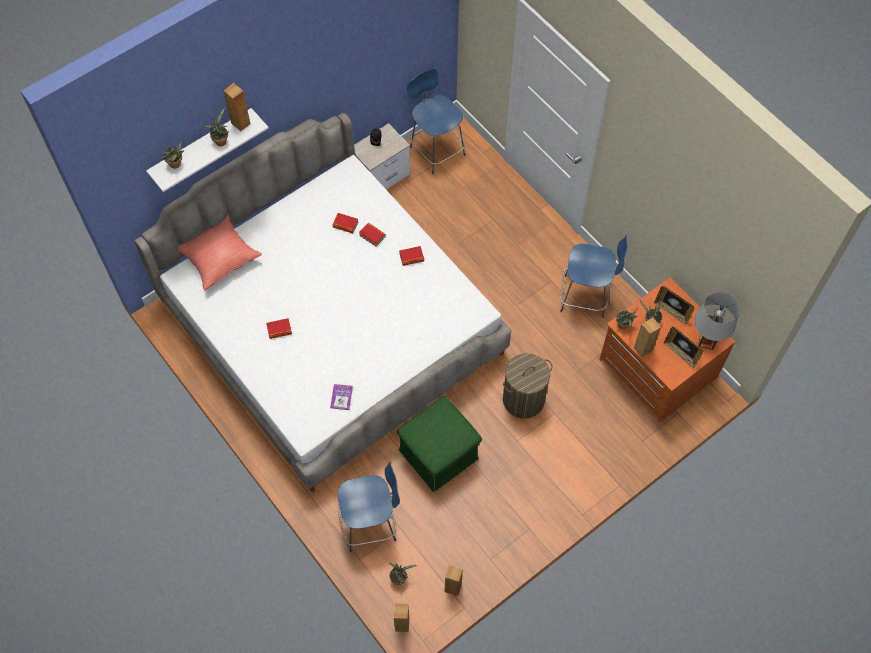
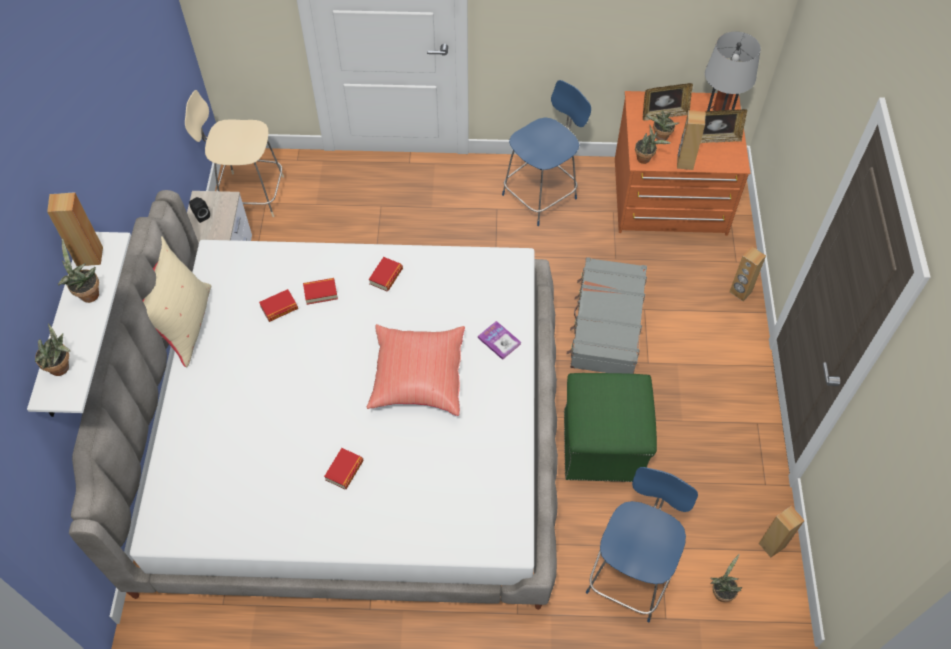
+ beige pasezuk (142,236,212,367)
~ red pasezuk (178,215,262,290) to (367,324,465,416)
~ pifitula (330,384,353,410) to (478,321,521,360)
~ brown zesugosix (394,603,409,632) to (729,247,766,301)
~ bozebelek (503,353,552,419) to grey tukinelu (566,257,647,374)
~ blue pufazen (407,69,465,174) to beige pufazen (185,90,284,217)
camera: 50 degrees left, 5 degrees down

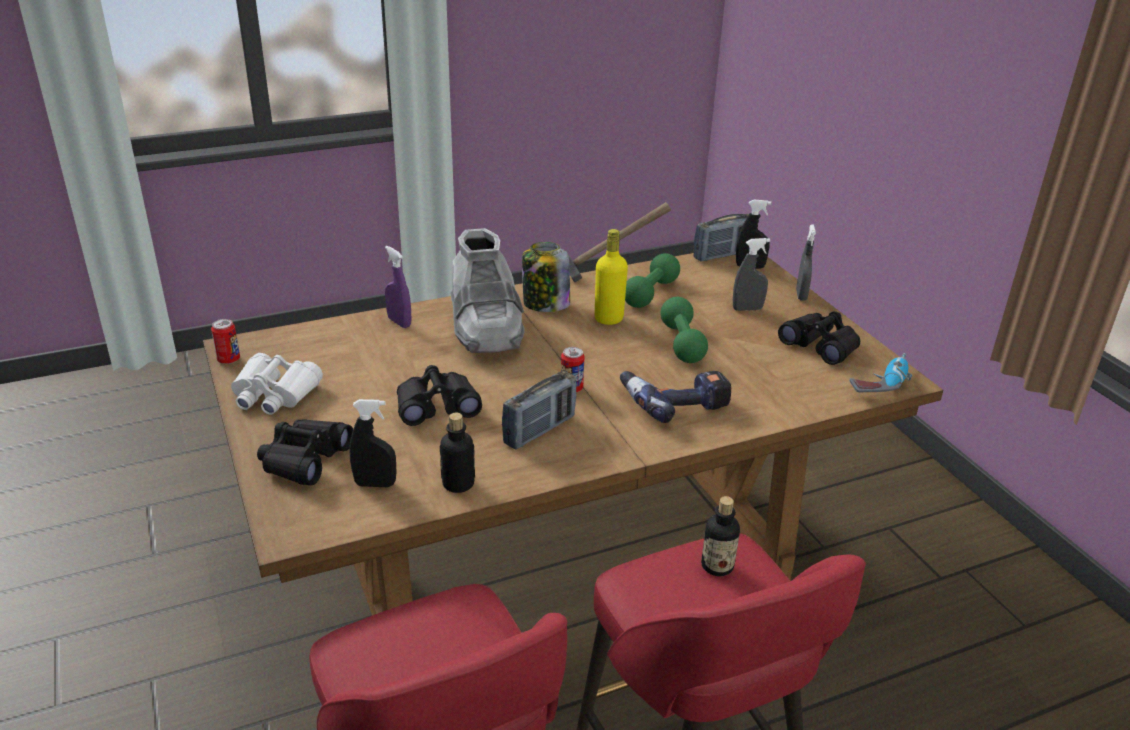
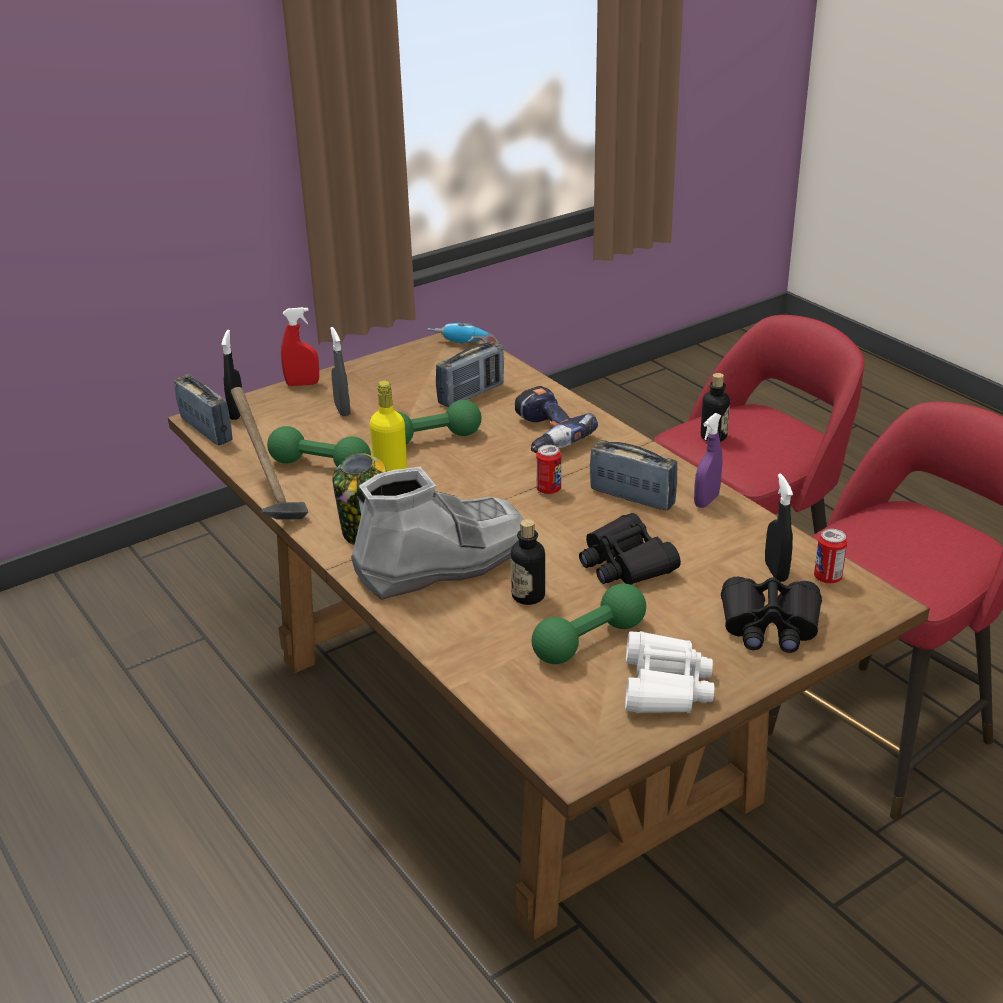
- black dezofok (778,311,860,365)
+ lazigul (436,341,504,407)
+ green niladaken (532,584,646,664)
~ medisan (211,319,240,364) to (814,529,847,584)
~ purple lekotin (385,246,412,328) to (694,413,722,508)
~ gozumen (440,413,475,493) to (511,519,545,605)
~ grey lekotin (796,224,816,301) to red lekotin (281,307,319,386)
camera: 100 degrees left, 0 degrees up

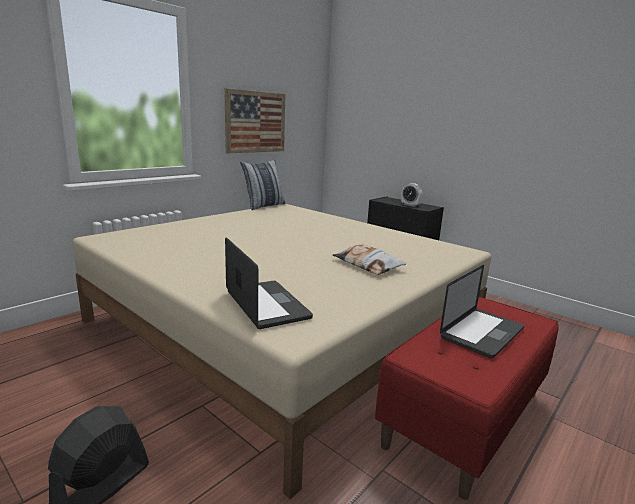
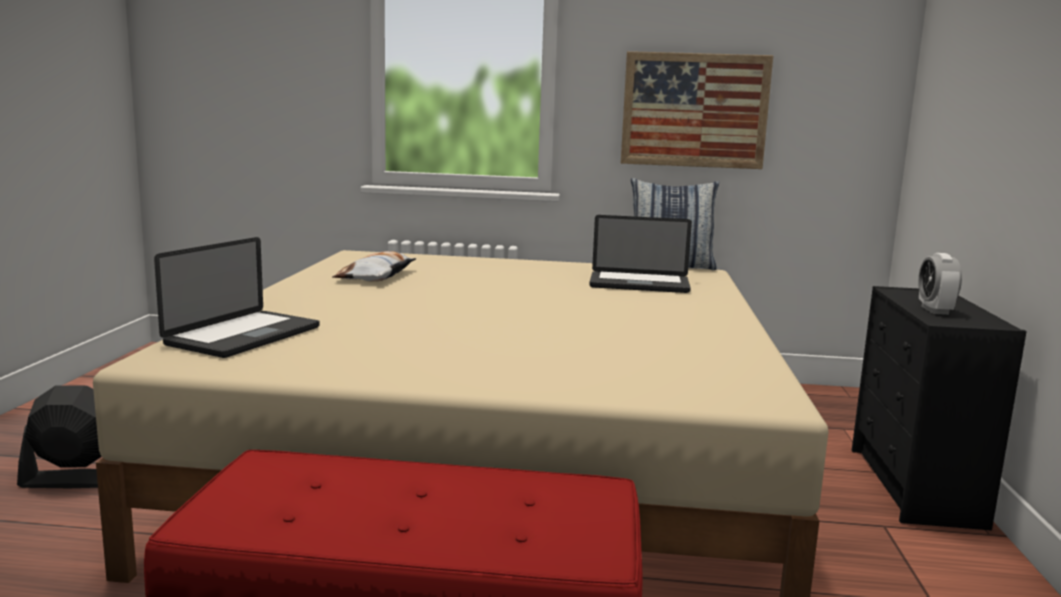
~ pasezuk (332,244,406,275) to (332,251,416,281)
~ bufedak (440,265,524,358) to (589,215,692,293)
camera: 55 degrees right, 5 degrees down

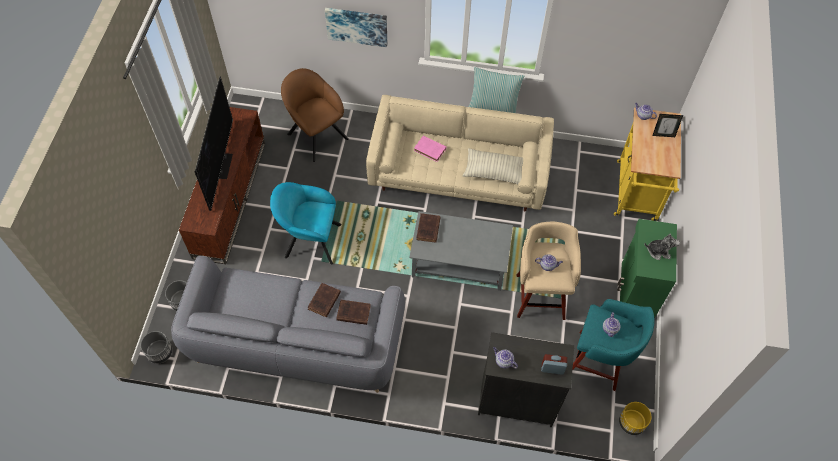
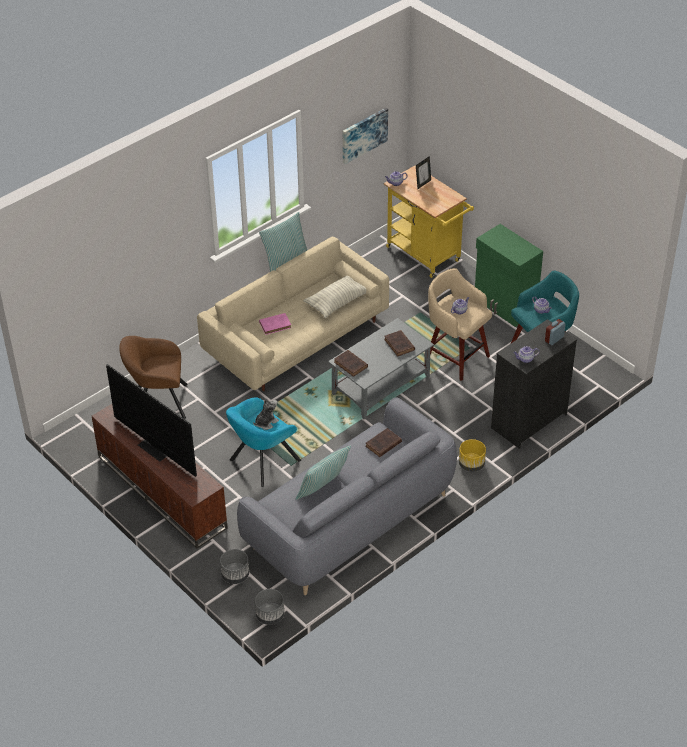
+ pasezuk (296,446,351,500)
~ brown pifitula (307,283,341,317) to (384,330,415,357)
~ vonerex (325,8,388,47) to (343,108,388,164)
~ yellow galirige (619,402,651,435) to (459,439,486,472)
~ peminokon (644,234,680,260) to (253,398,279,430)
camera: 50 degrees left, 15 degrees down

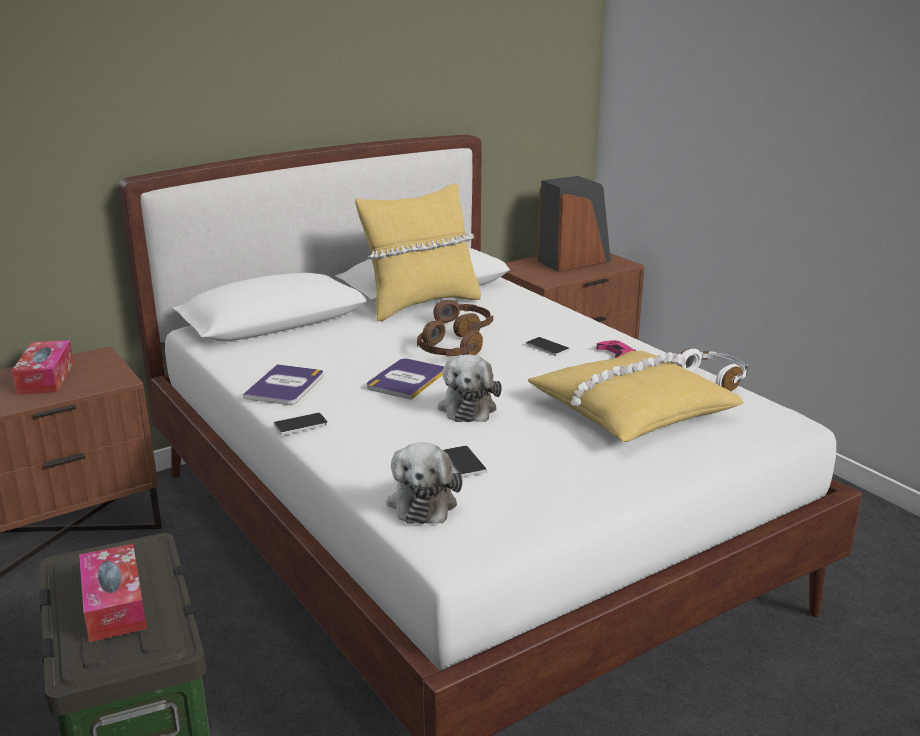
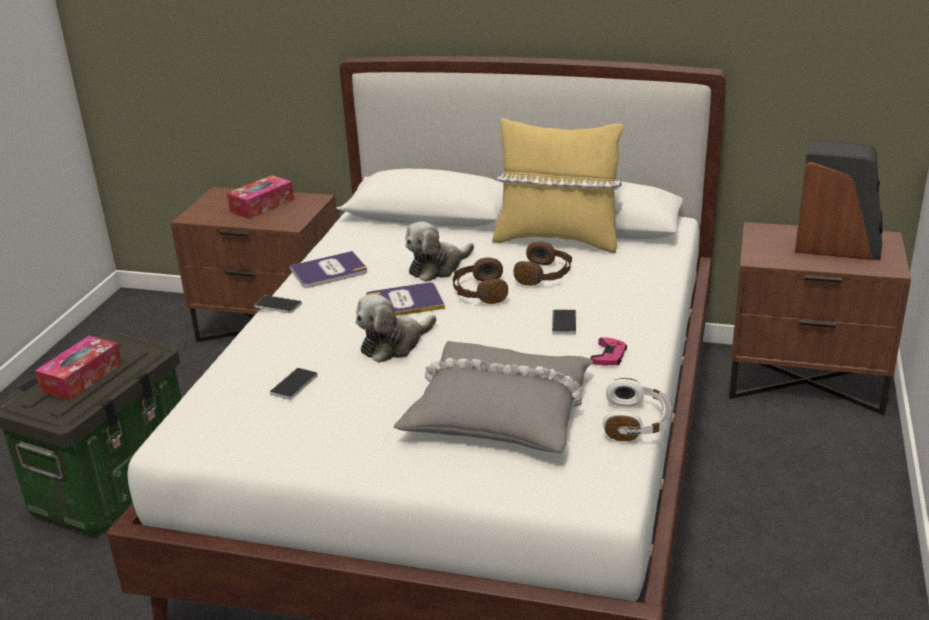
~ peminokon (387,442,462,524) to (405,222,474,282)
~ yellow pasezuk (528,351,744,442) to grey pasezuk (394,341,593,453)
camera: 50 degrees right, 5 degrees up

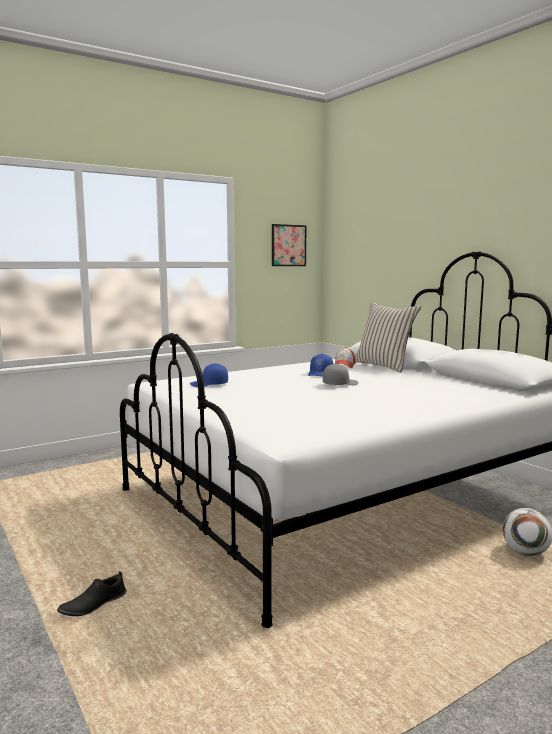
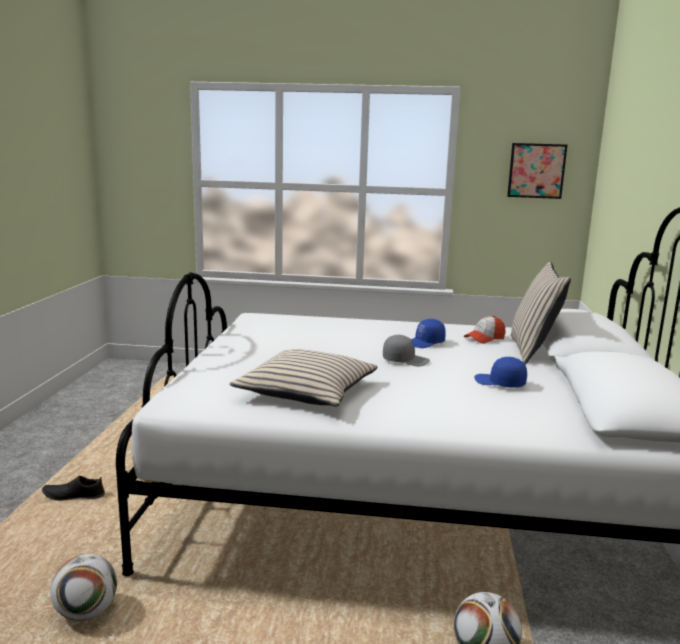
+ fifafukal (50,554,117,621)
+ beige pasezuk (230,349,377,406)
~ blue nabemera (190,363,228,387) to (474,357,527,388)
camera: 40 degrees right, 5 degrees up

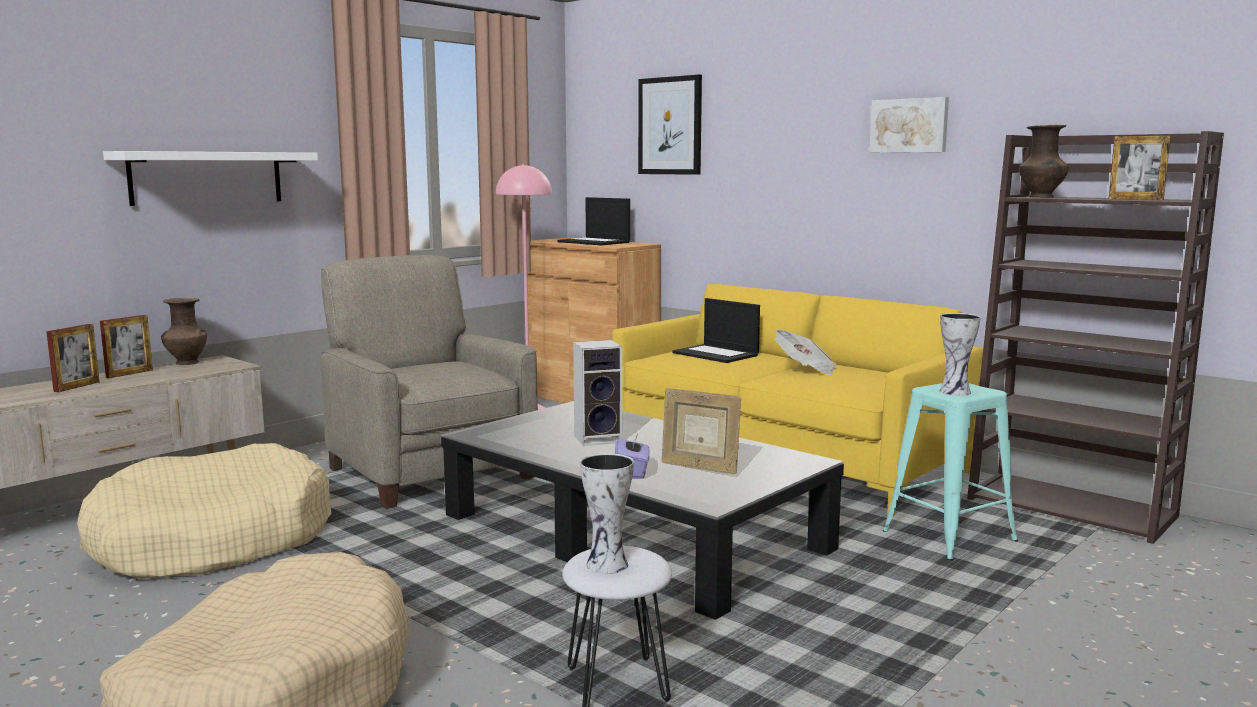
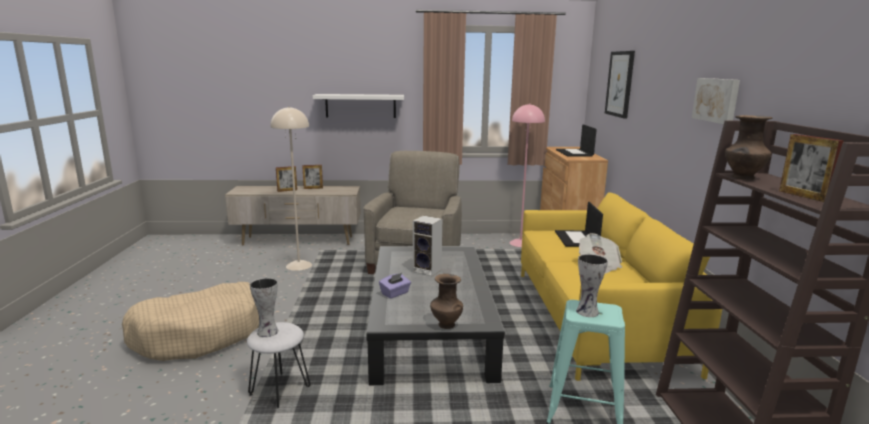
- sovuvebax (662,388,741,474)
~ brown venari (161,298,207,365) to (430,274,463,329)
~ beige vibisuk (77,443,332,579) to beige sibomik (270,106,312,271)
camera: 45 degrees right, 5 degrees up

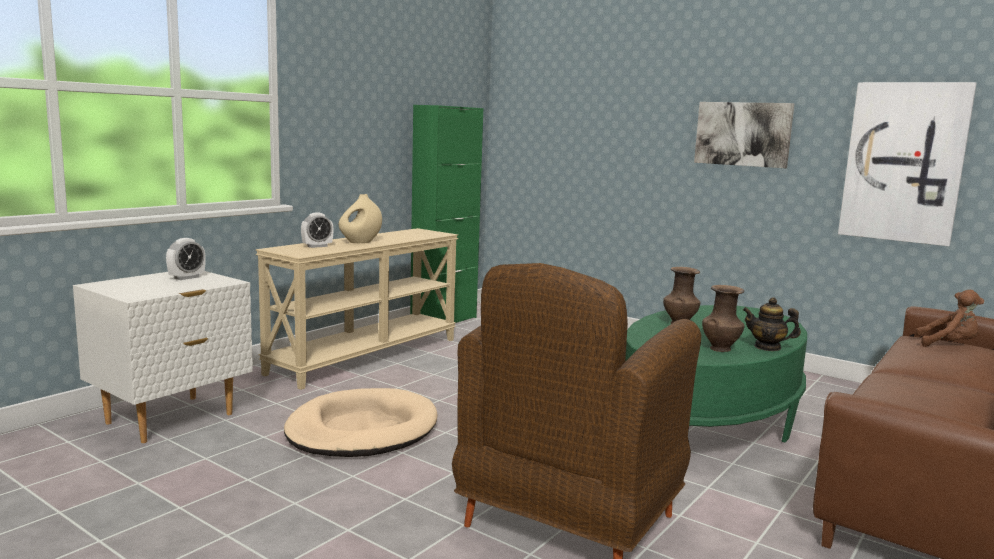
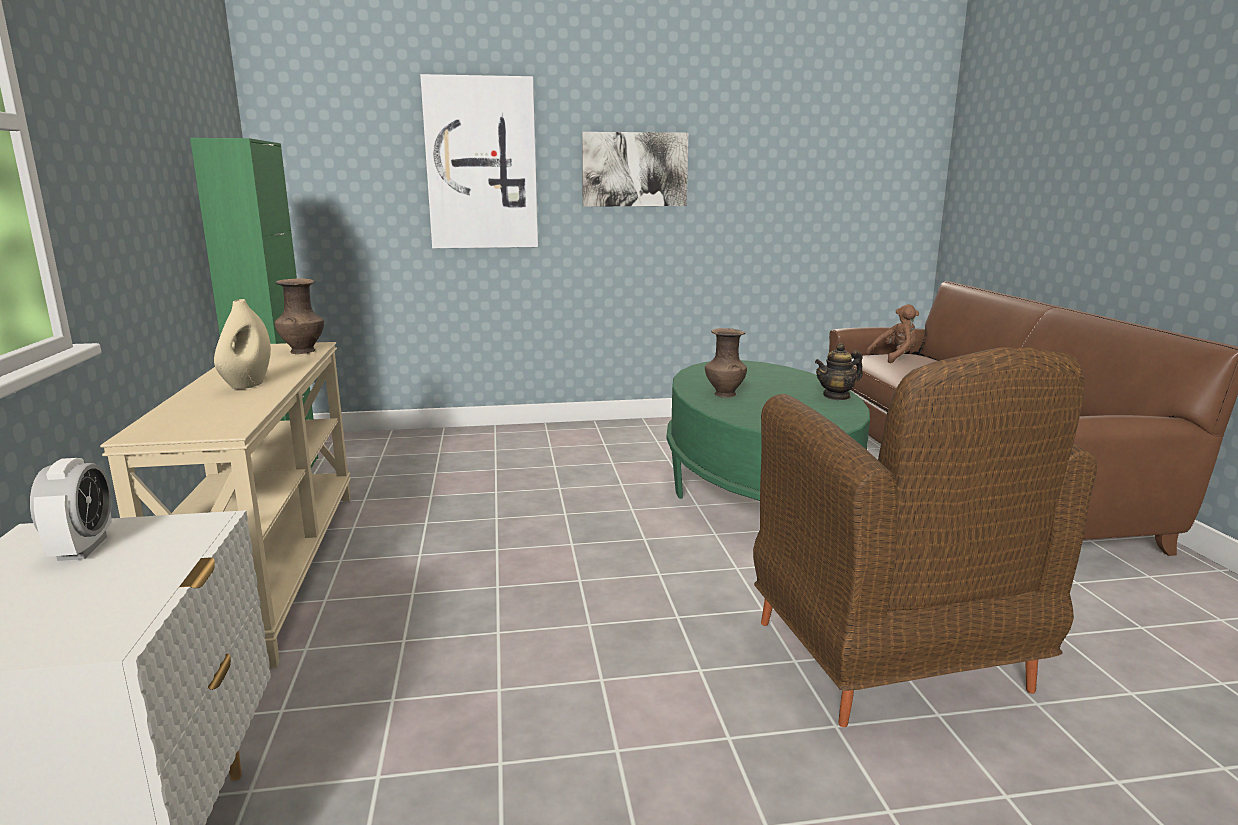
- beige vibisuk (284,388,437,457)
- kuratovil (301,212,334,248)
~ brown venari (702,285,745,352) to (275,278,324,354)
~ vonerex (838,82,977,246) to (420,74,538,248)
camera: 45 degrees left, 5 degrees up

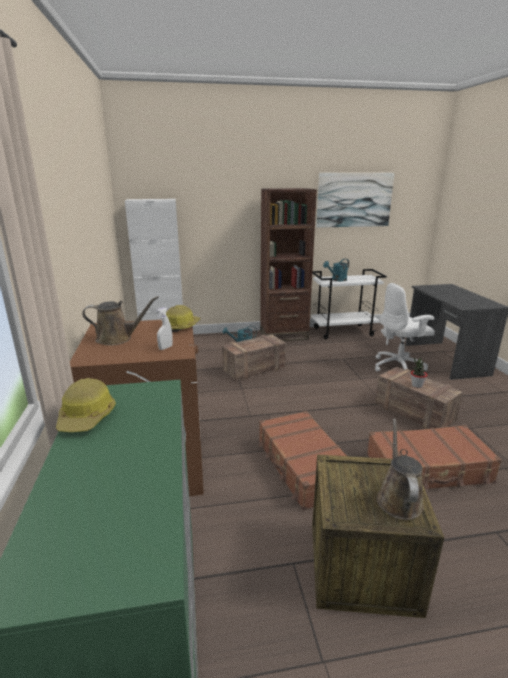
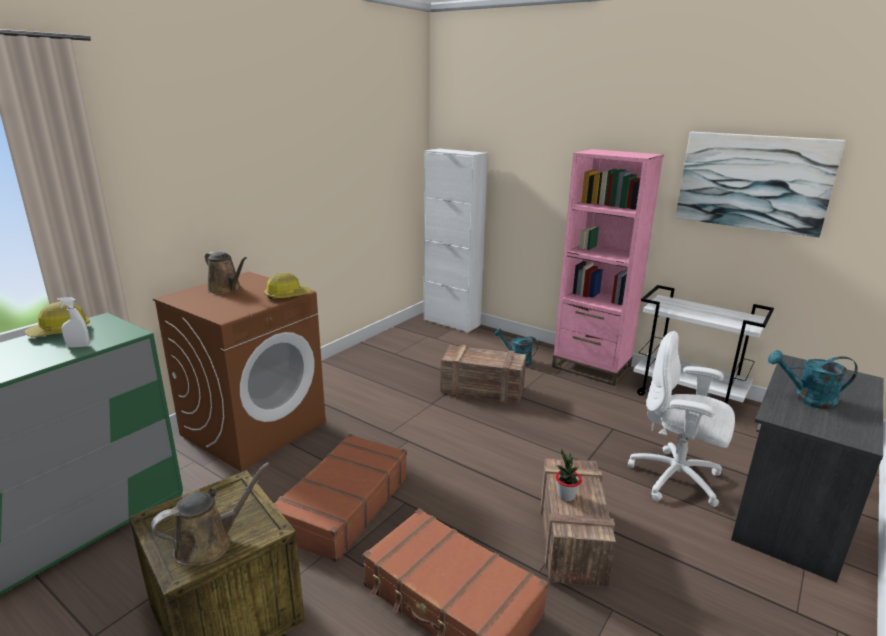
~ white lekotin (156,307,173,350) to (57,297,90,347)
~ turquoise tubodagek (323,259,349,281) to (768,350,858,409)
~ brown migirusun (260,188,317,341) to pink migirusun (552,149,664,386)
camera: 45 degrees right, 0 degrees up

